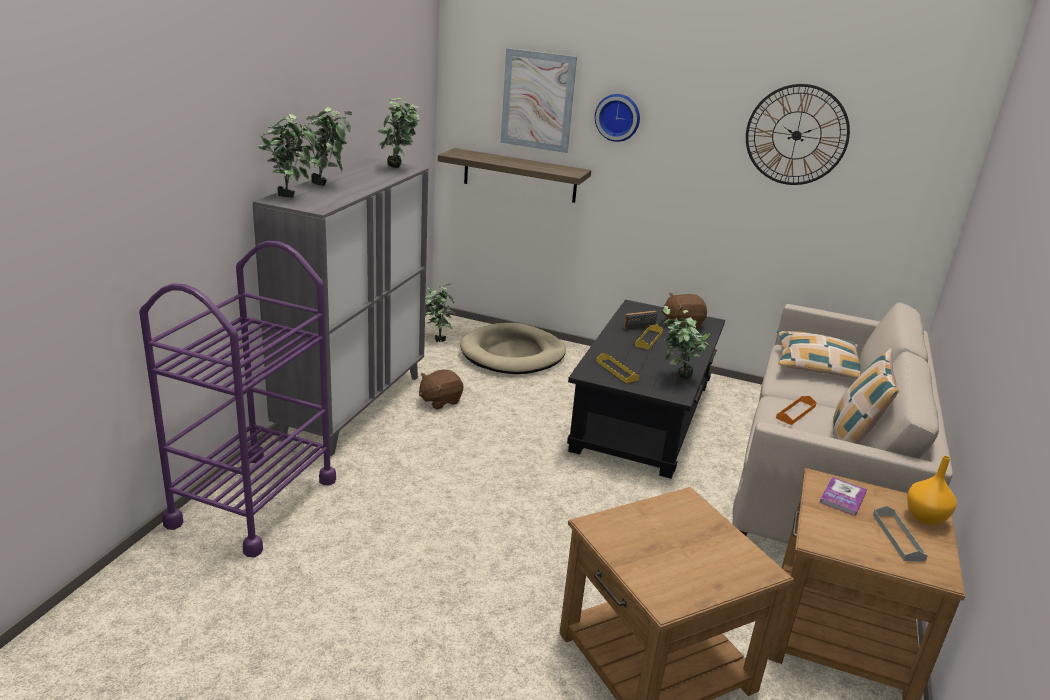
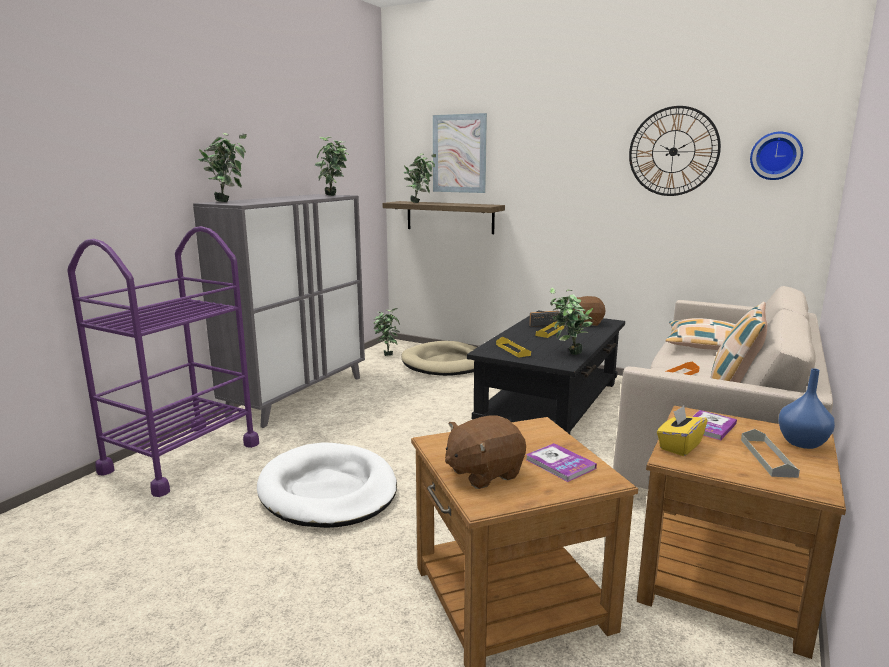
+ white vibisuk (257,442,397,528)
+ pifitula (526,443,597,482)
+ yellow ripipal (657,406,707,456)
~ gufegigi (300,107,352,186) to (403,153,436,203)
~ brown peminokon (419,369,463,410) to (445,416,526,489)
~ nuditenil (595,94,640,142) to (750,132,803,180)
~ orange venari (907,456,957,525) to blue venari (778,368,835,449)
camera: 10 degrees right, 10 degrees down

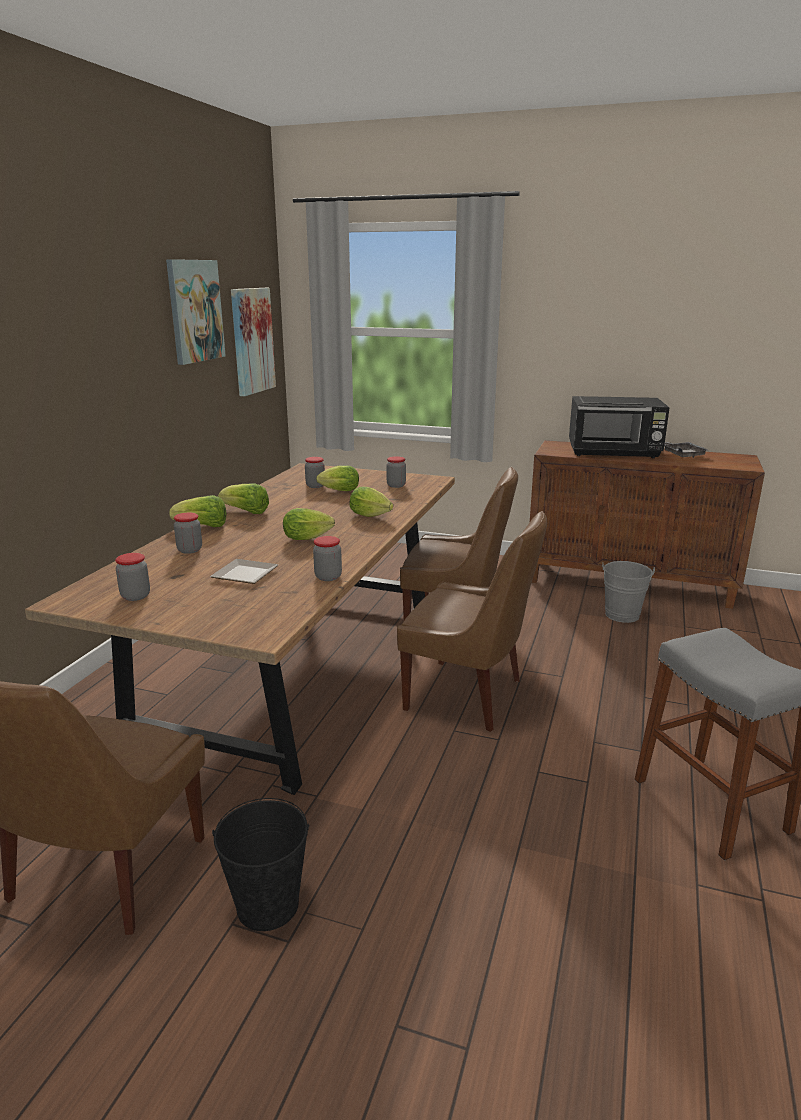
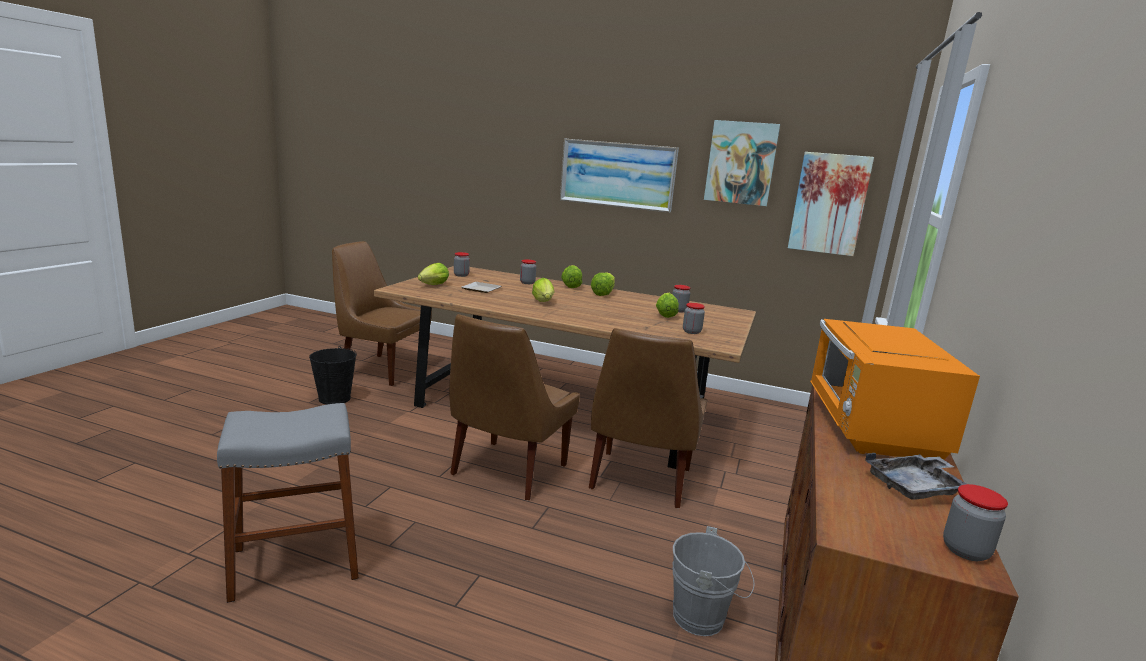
+ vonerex (560,138,679,213)
~ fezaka (313,536,342,581) to (943,484,1008,561)
~ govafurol (350,487,393,517) to (418,263,449,285)
~ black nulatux (569,396,669,458) to orange nulatux (810,319,980,460)
camera: 90 degrees right, 5 degrees down

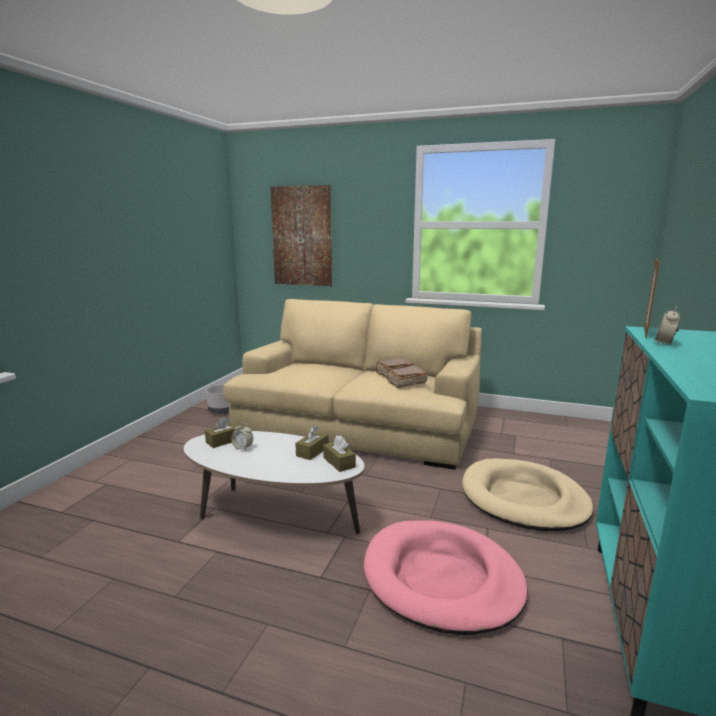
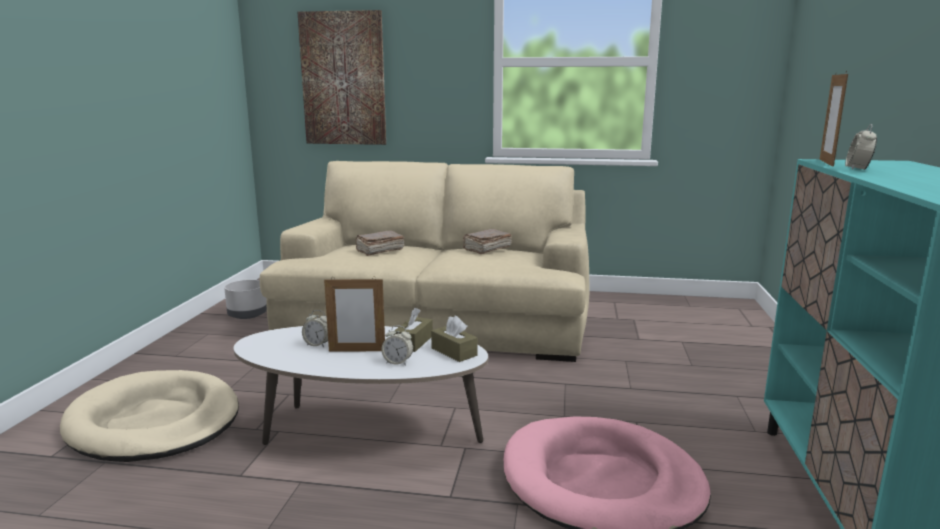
- brown ripipal (205,416,241,448)
+ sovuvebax (324,277,385,352)
+ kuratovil (381,325,413,365)
~ brown pifitula (387,366,427,388) to (355,230,404,256)
~ beige vibisuk (462,458,593,531) to (60,370,239,462)
camera: 10 degrees left, 0 degrees up

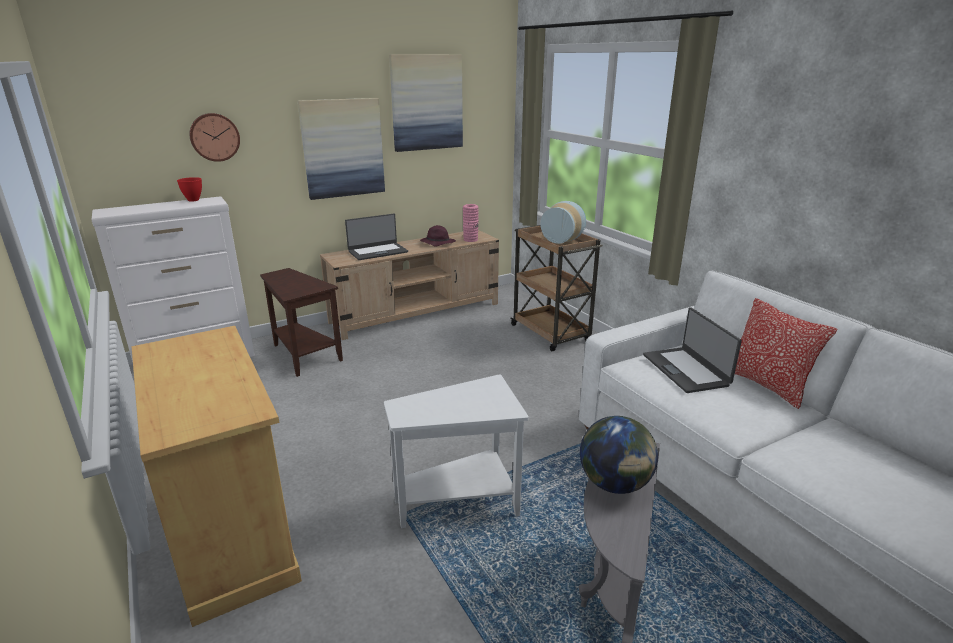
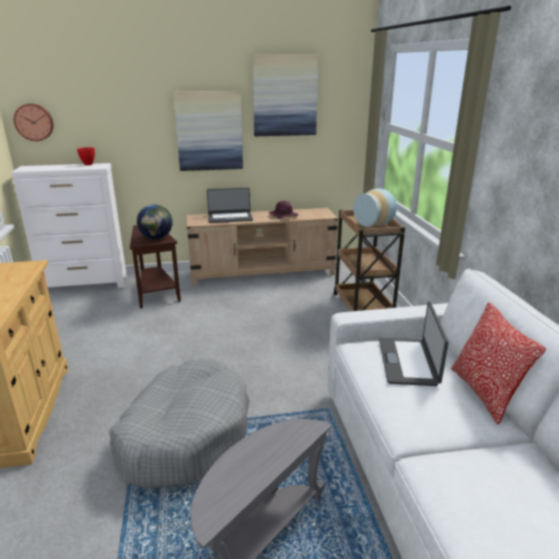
- pink venari (463,204,479,242)
~ nuditenil (189,113,240,162) to (13,104,53,141)
~ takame (580,416,658,494) to (137,204,173,239)
~ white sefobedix (384,374,529,528) to grey vibisuk (109,359,250,489)
camera: 20 degrees right, 0 degrees up

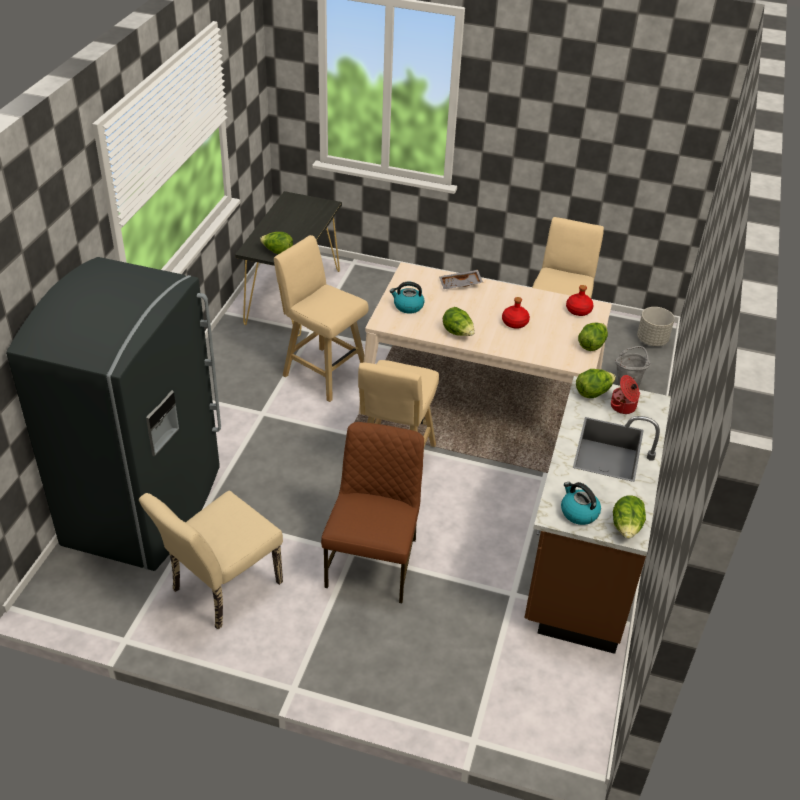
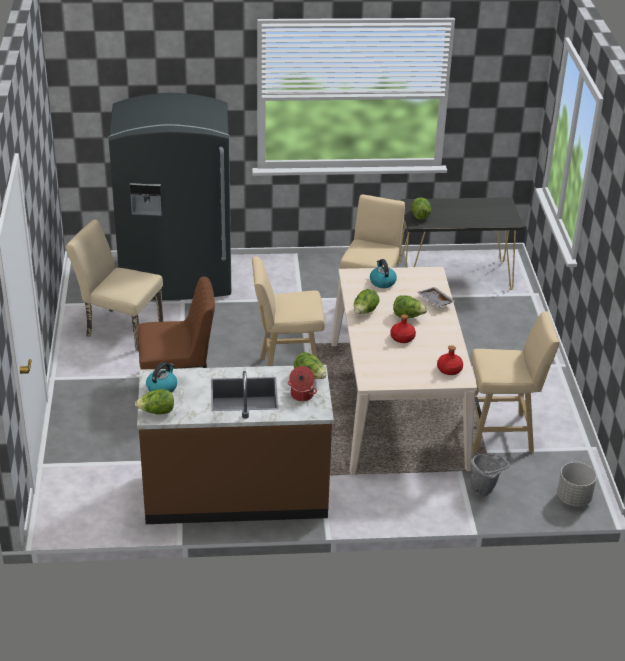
~ govafurol (578,322,608,351) to (393,295,427,318)
camera: 70 degrees right, 5 degrees down

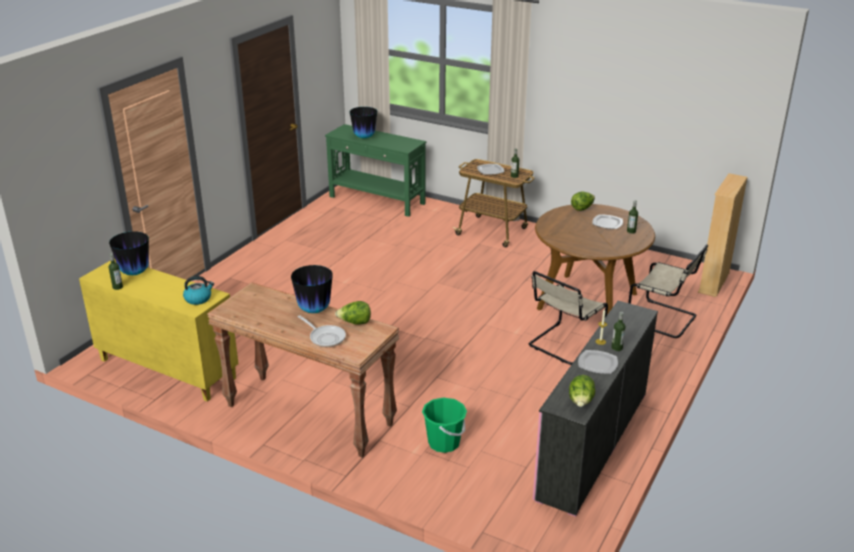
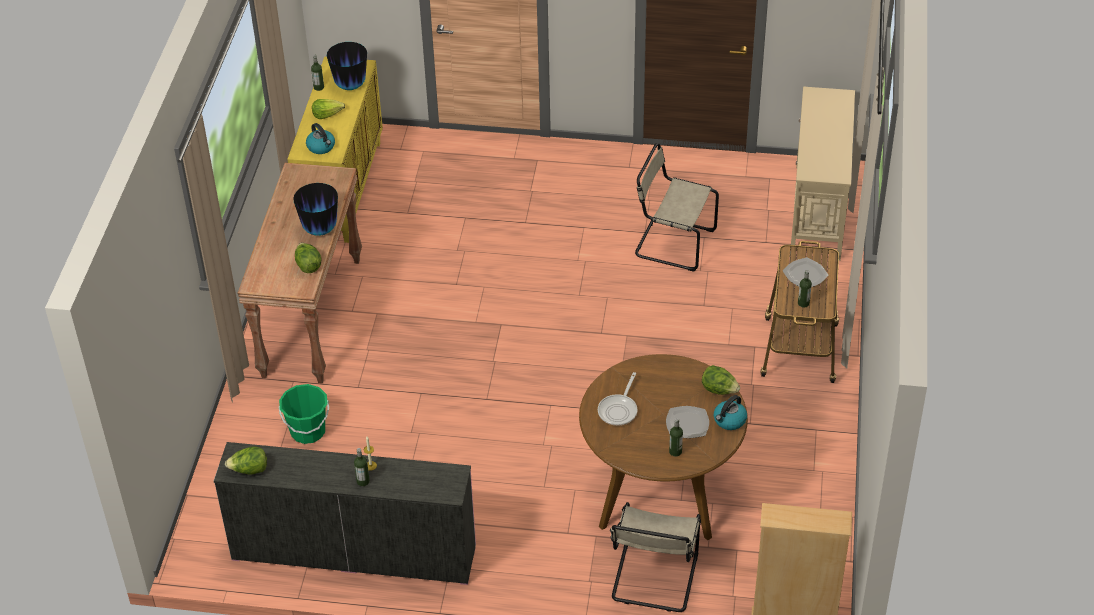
- venari (350,107,377,138)
- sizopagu (578,350,618,374)
+ govafurol (312,99,345,119)
+ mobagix (714,395,747,430)
~ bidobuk (298,315,346,347) to (598,372,638,426)
~ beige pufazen (529,271,608,365) to (635,143,719,272)
~ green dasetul (325,124,426,217) to beige dasetul (790,87,855,261)
camera: 70 degrees right, 15 degrees up

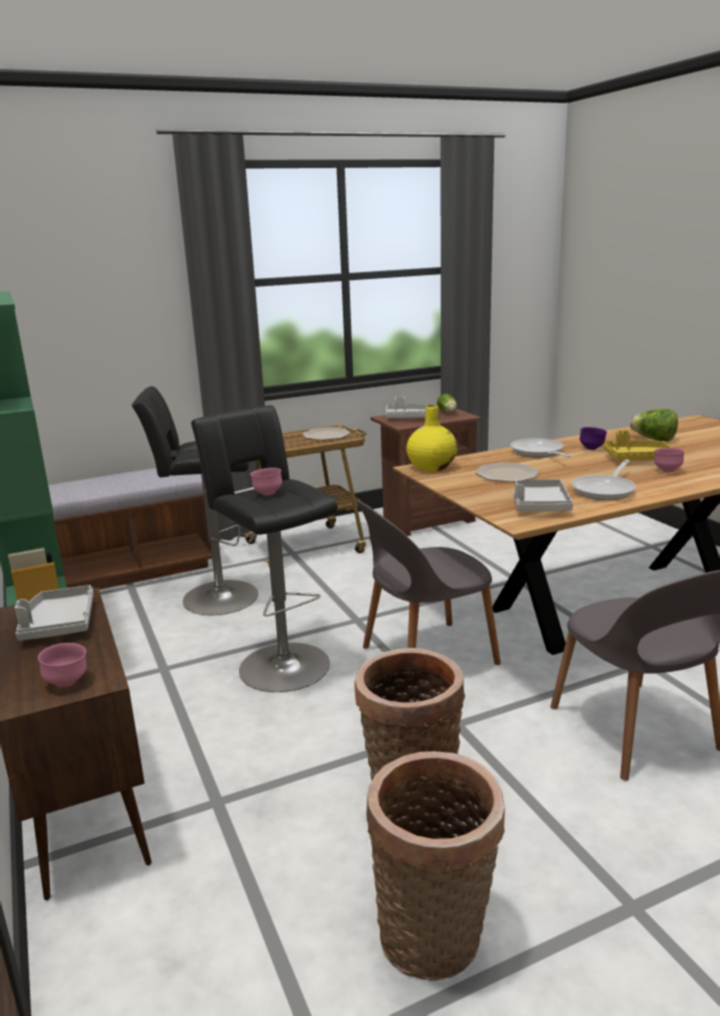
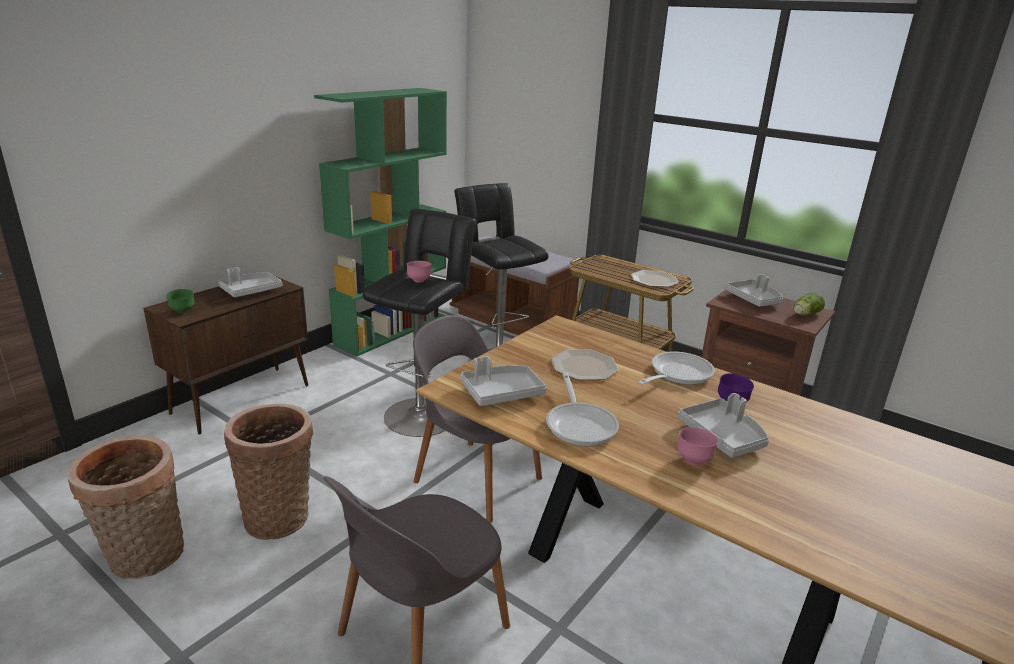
- yellow venari (406,405,458,472)
- govafurol (630,409,678,441)
~ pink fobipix (38,643,87,687) to green fobipix (166,289,195,313)
~ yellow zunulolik (603,430,671,461) to grey zunulolik (678,393,769,458)
~ bidobuk (572,460,636,500) = (546,373,619,446) 105 degrees counterclockwise
camera: 60 degrees right, 5 degrees up

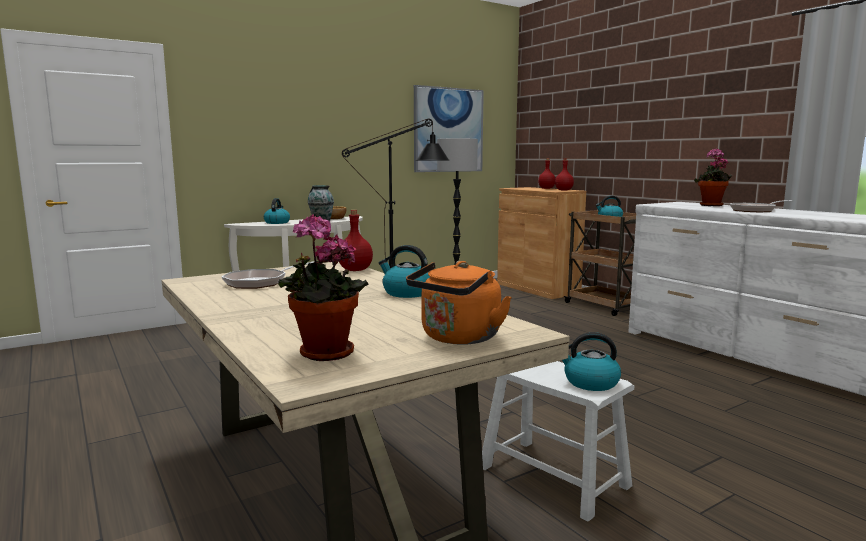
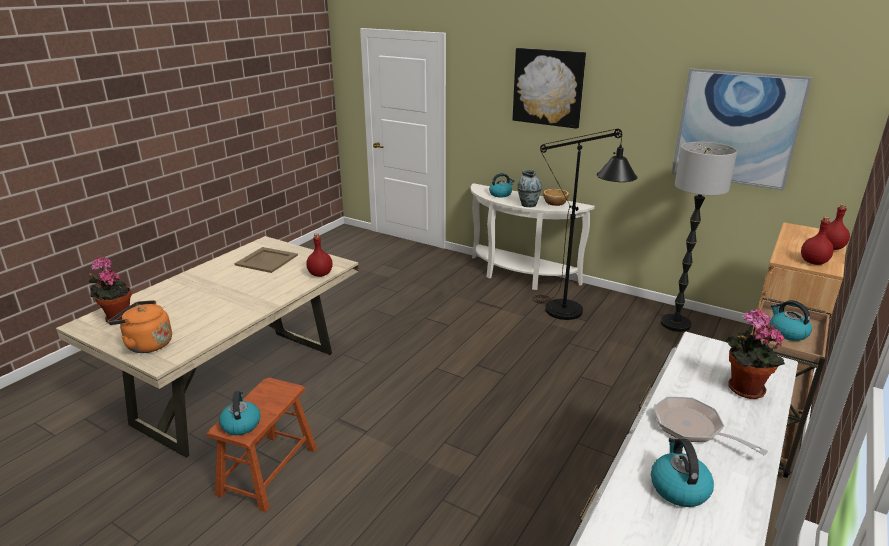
+ vonerex (513,48,586,129)
~ mobagix (379,245,430,298) to (651,437,714,507)
~ bidobuk (221,261,314,289) to beige zunulolik (234,247,298,273)
~ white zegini (482,361,634,521) to brown zegini (207,378,317,512)
camera: 65 degrees right, 15 degrees up

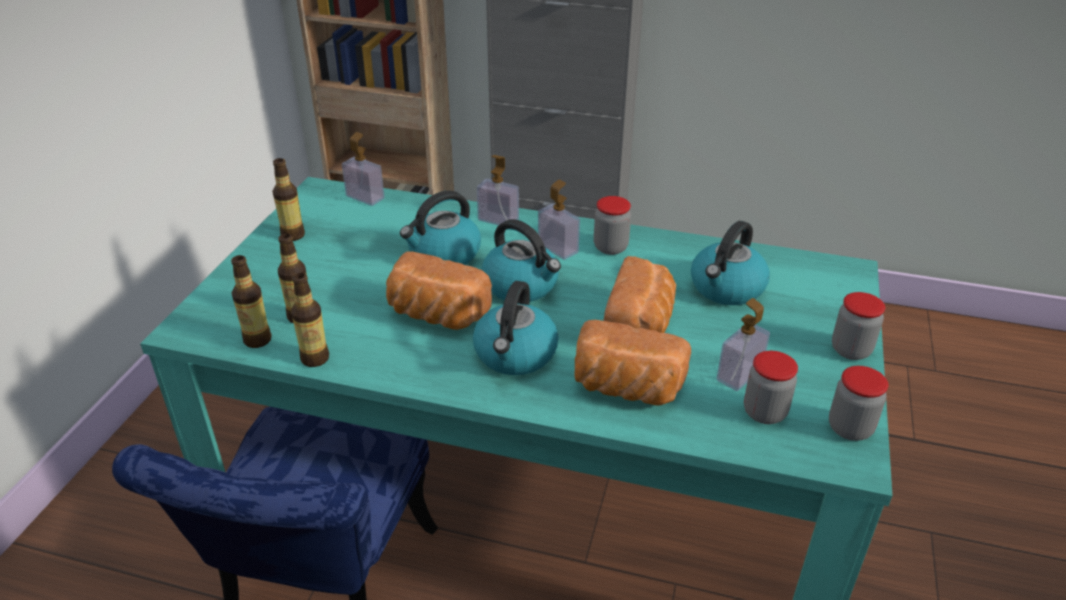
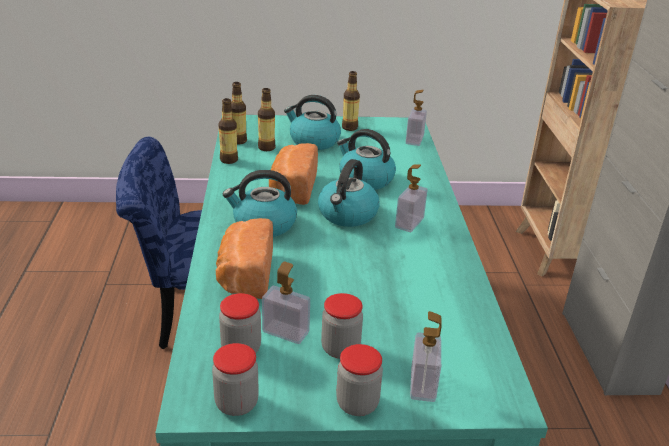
- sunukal (603,256,676,333)
~ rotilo (477,155,519,225) to (410,311,442,402)
~ fezaka (594,196,631,255) to (321,293,363,359)
~ mobagix (691,221,770,305) to (284,95,341,150)
camera: 70 degrees right, 5 degrees down

